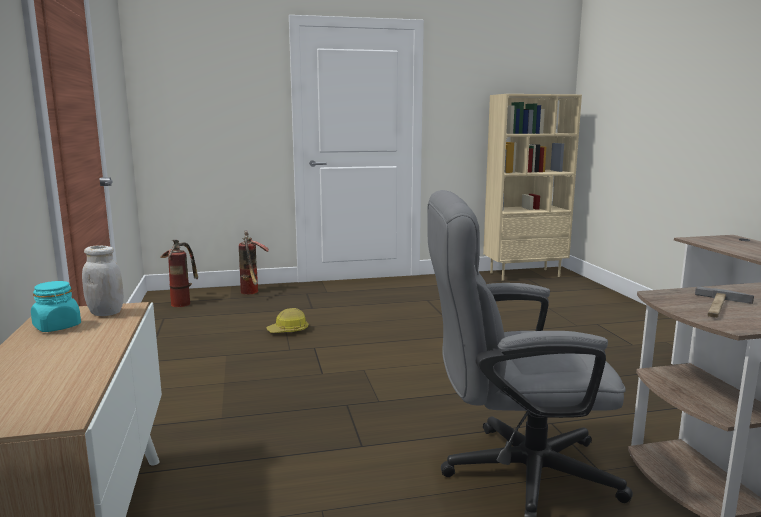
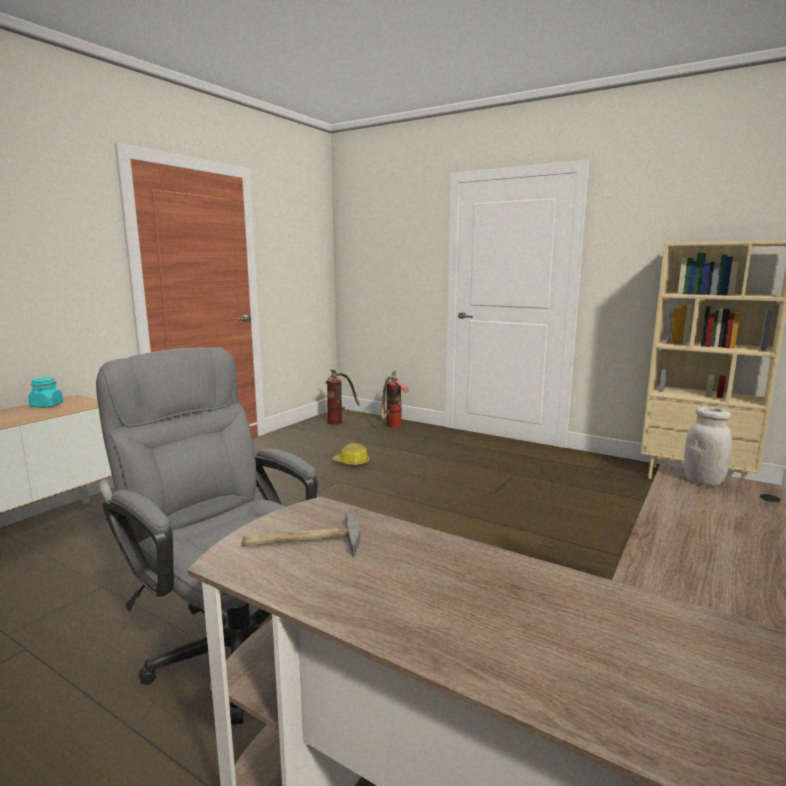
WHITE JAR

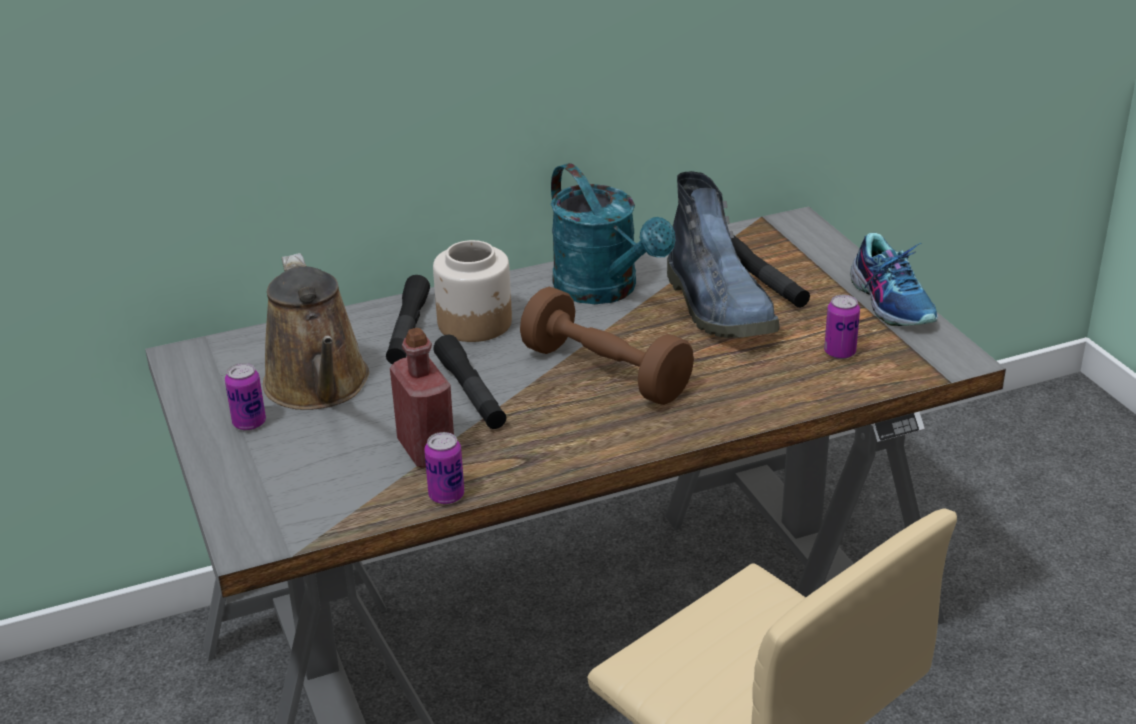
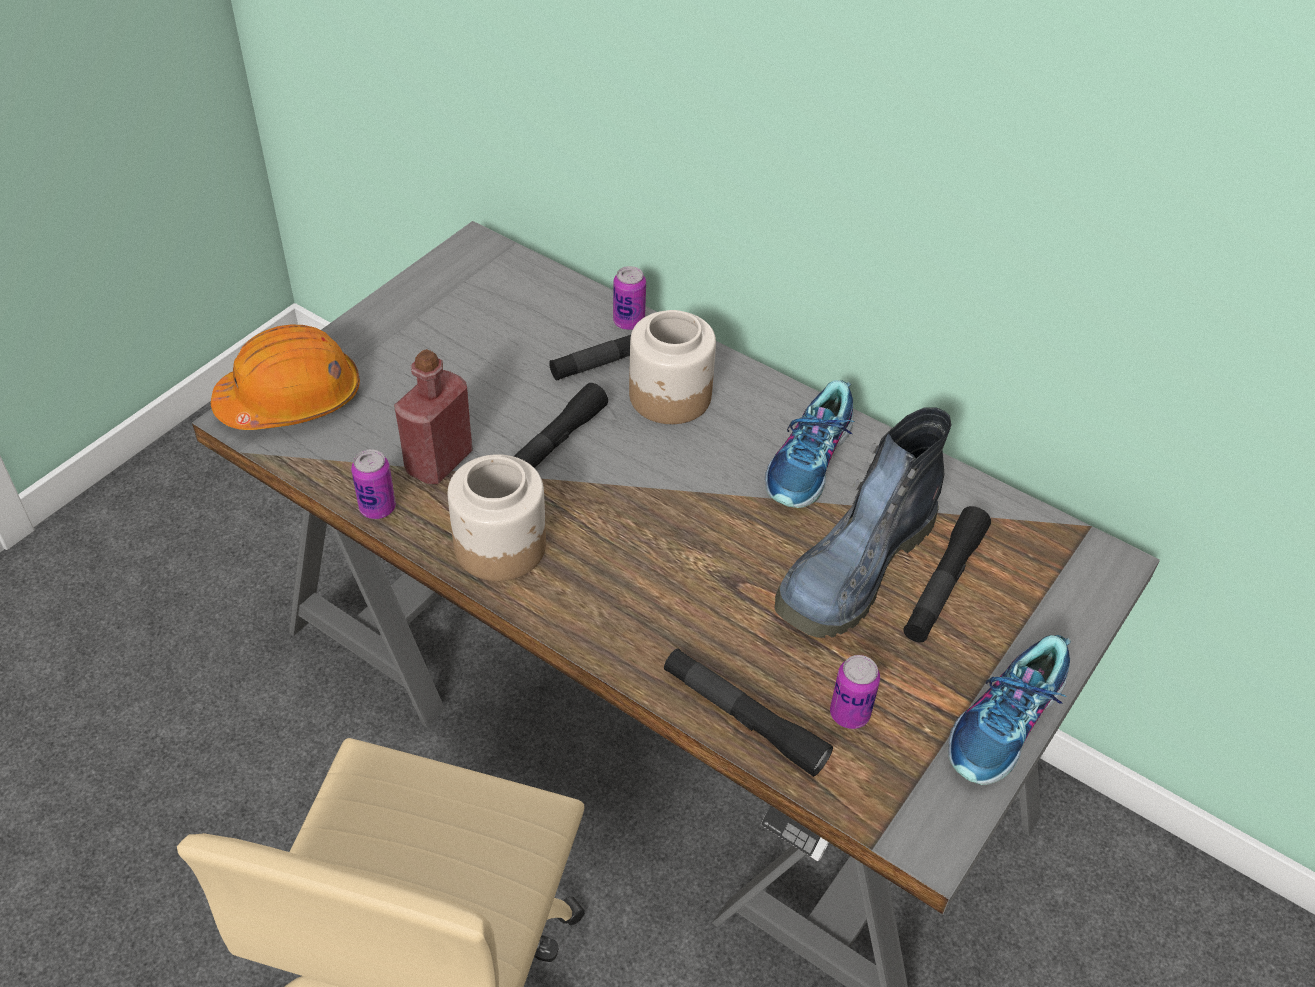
BROWN WATERING CAN; BROWN DUMBBELL; ORANGE HARD HAT; JAR (1st from left); BLACK FLASHLIGHT (3rd from left); CAN (2nd from left); SHOE (1st from left)

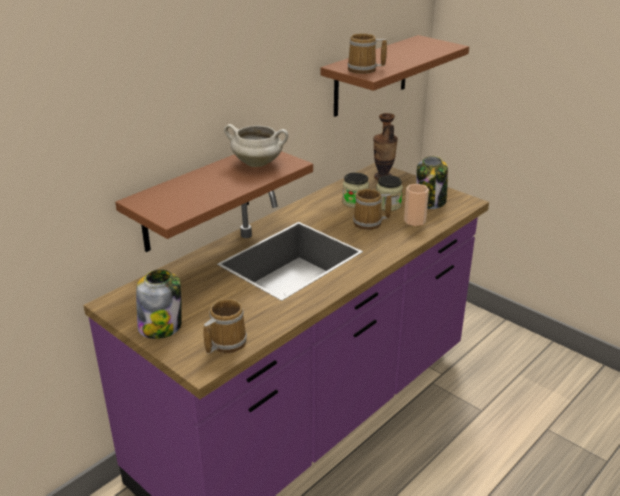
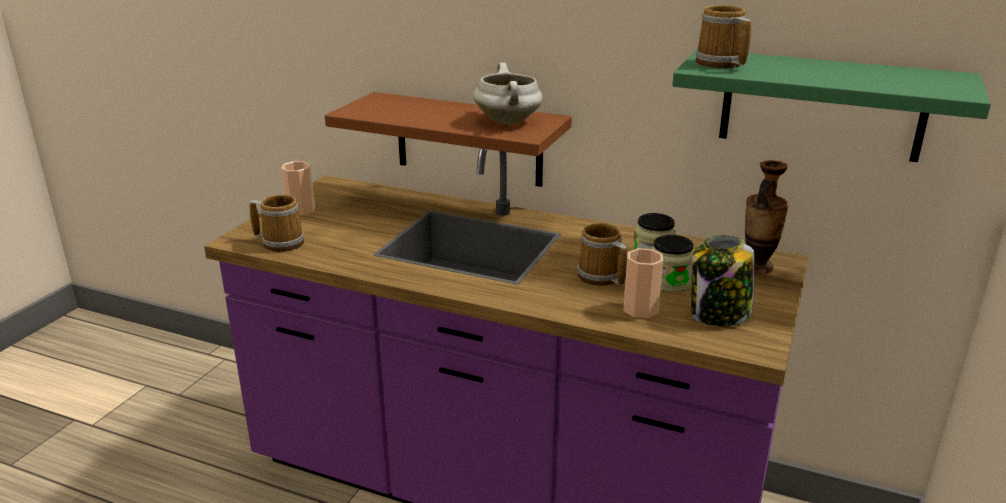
CUP (1st from left); GREEN SHELF

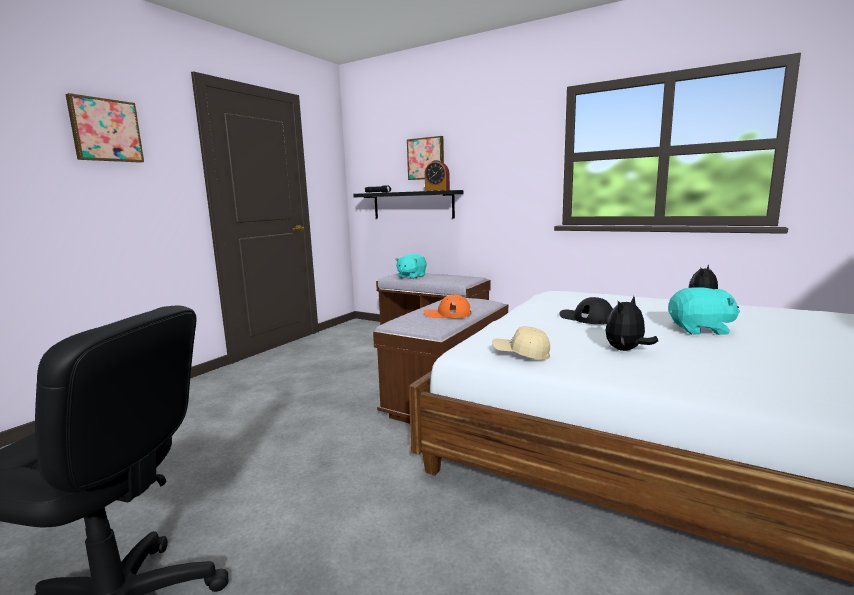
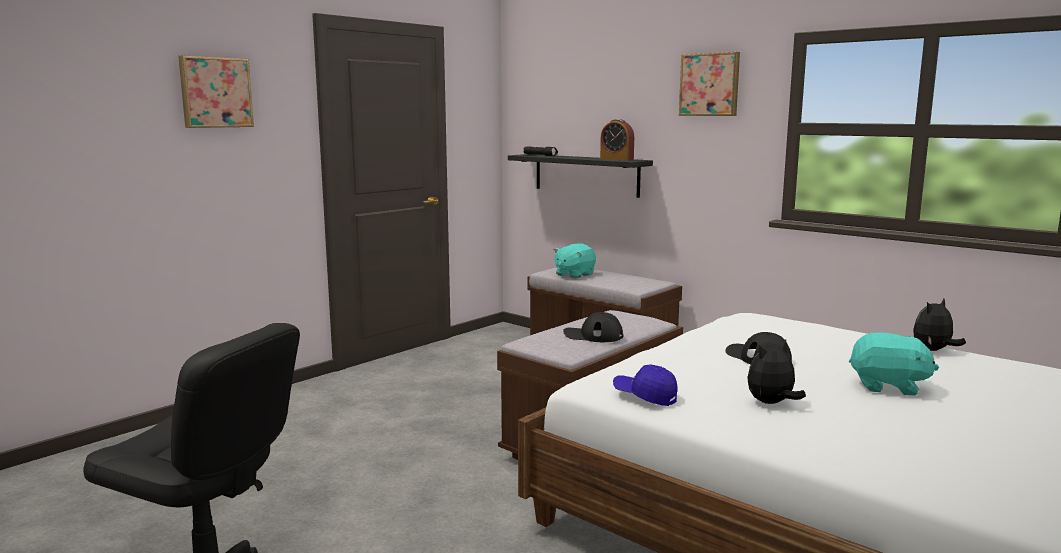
PICTURE (2nd from left); BLACK CAP (1st from left); BLUE CAP

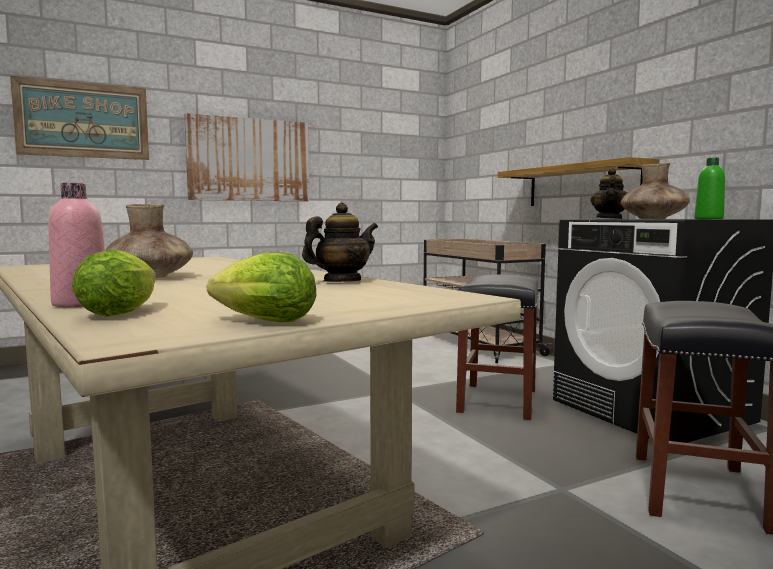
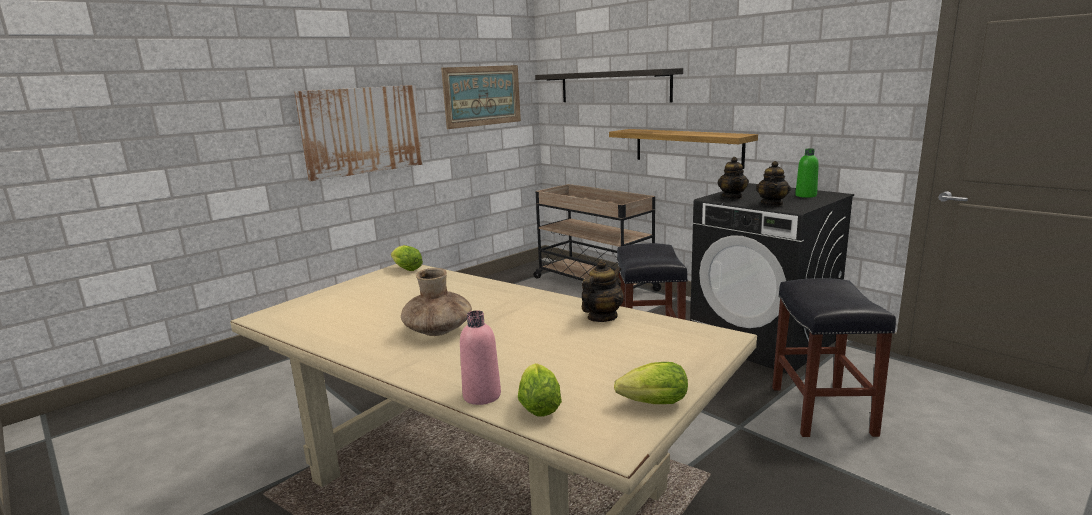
LETTUCE (1st from left); SHELF (1st from left); PICTURE (2nd from left); TEAPOT (3rd from left)

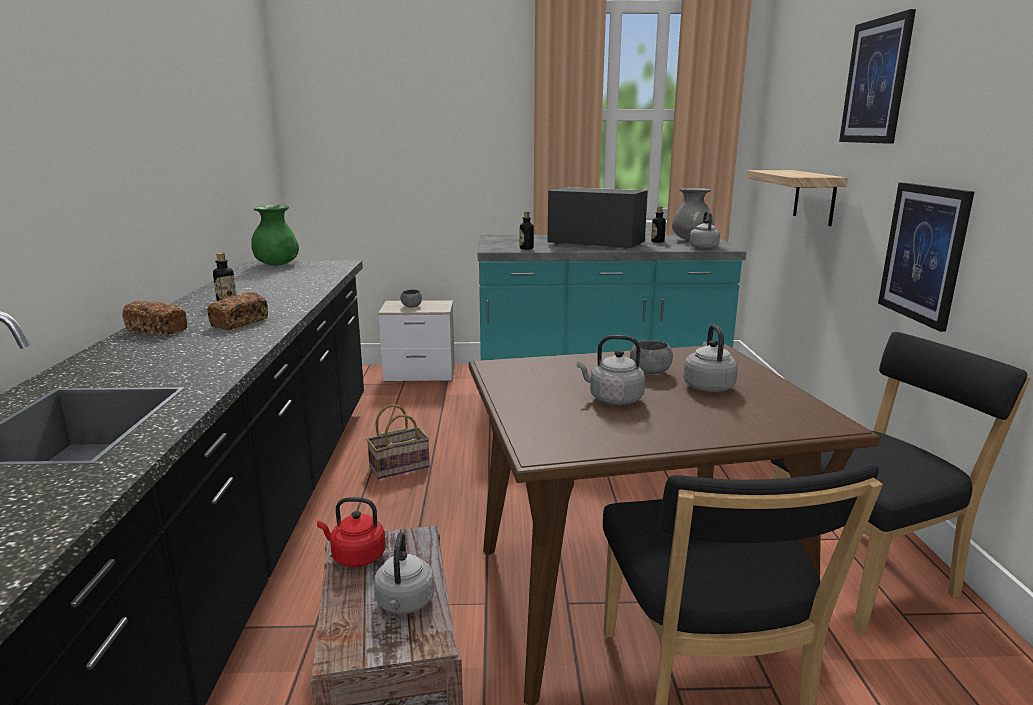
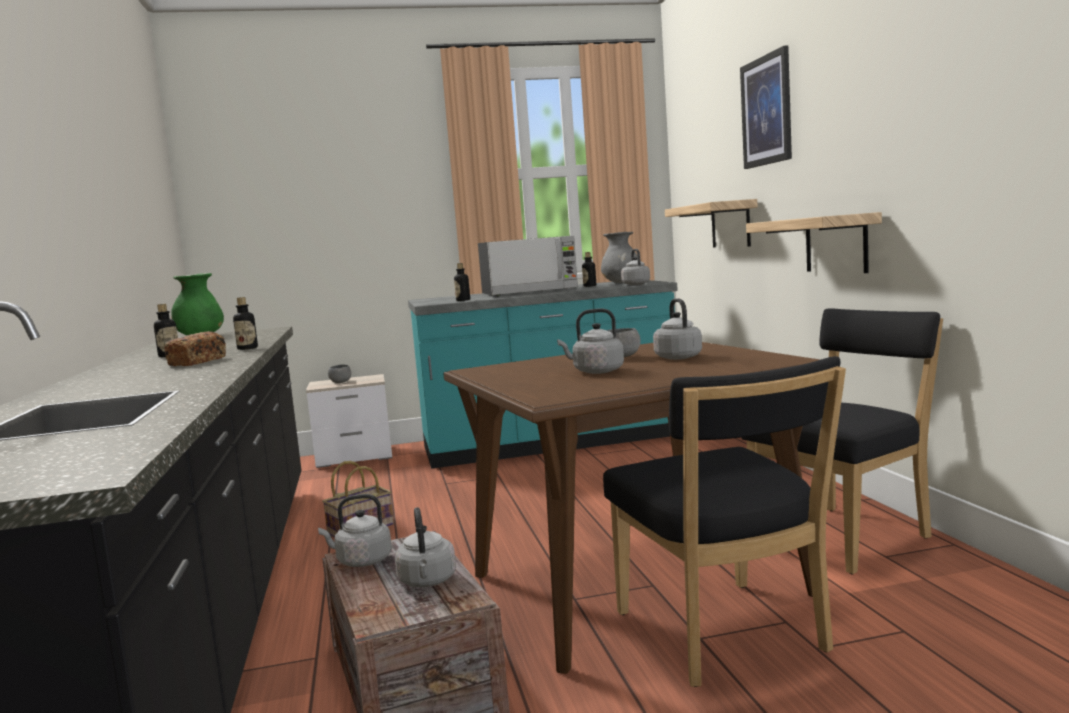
BREAD (1st from left in the first image); BOTTLE (2nd from left); SHELF (2nd from left); GREY KETTLE (1st from left); MICROWAVE

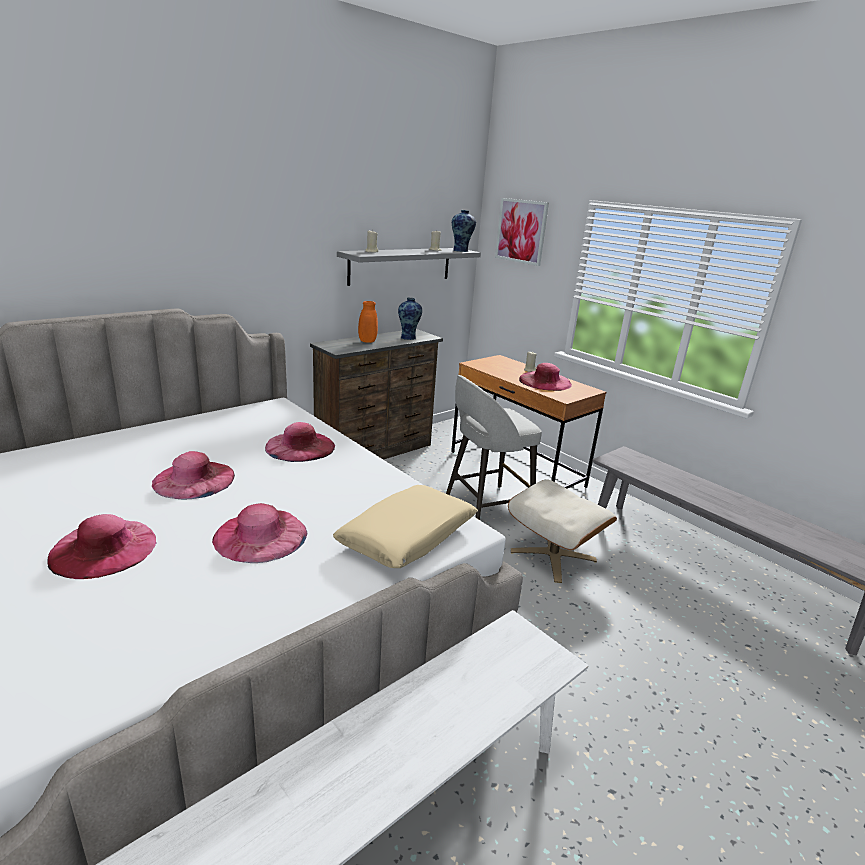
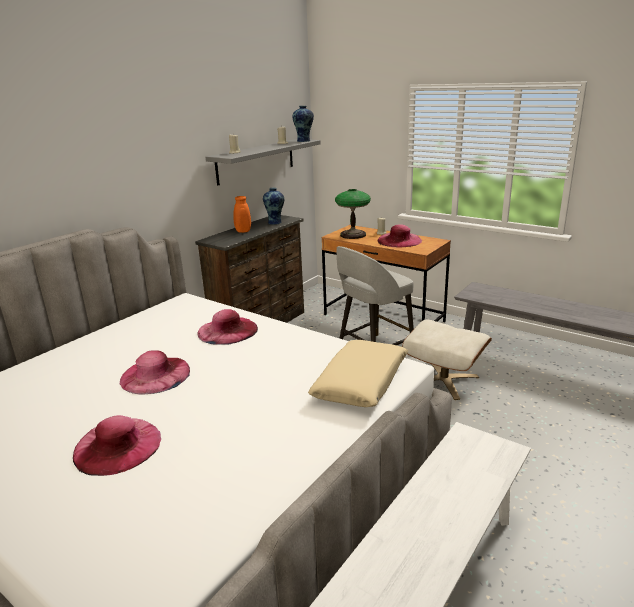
PINK HAT (3rd from left in the first image); PICTURE; TABLE LAMP

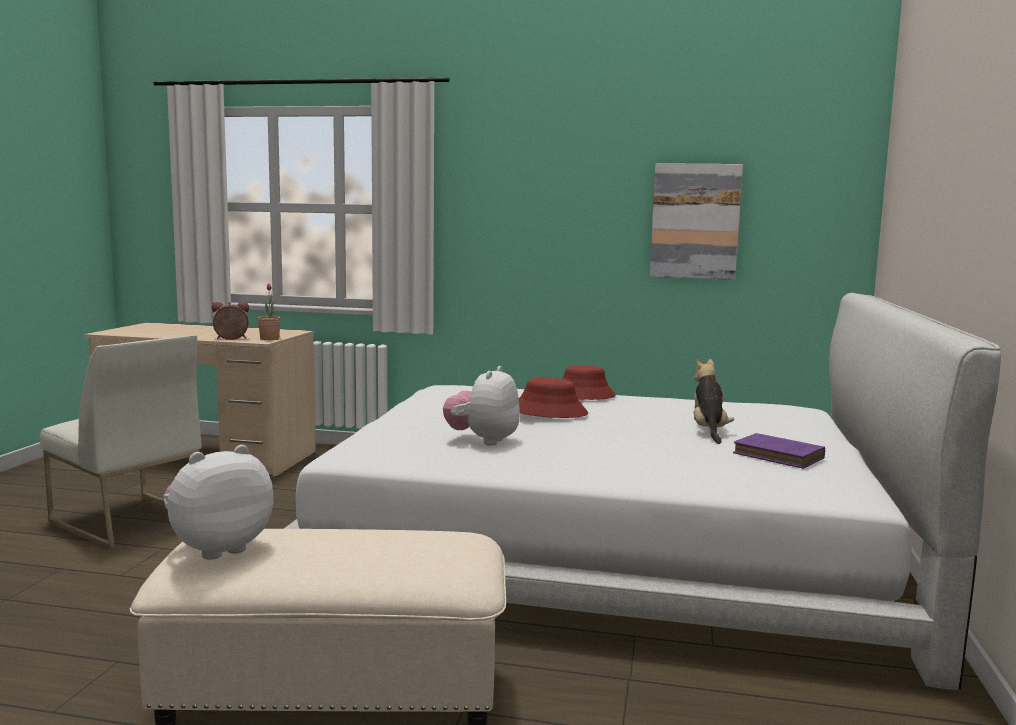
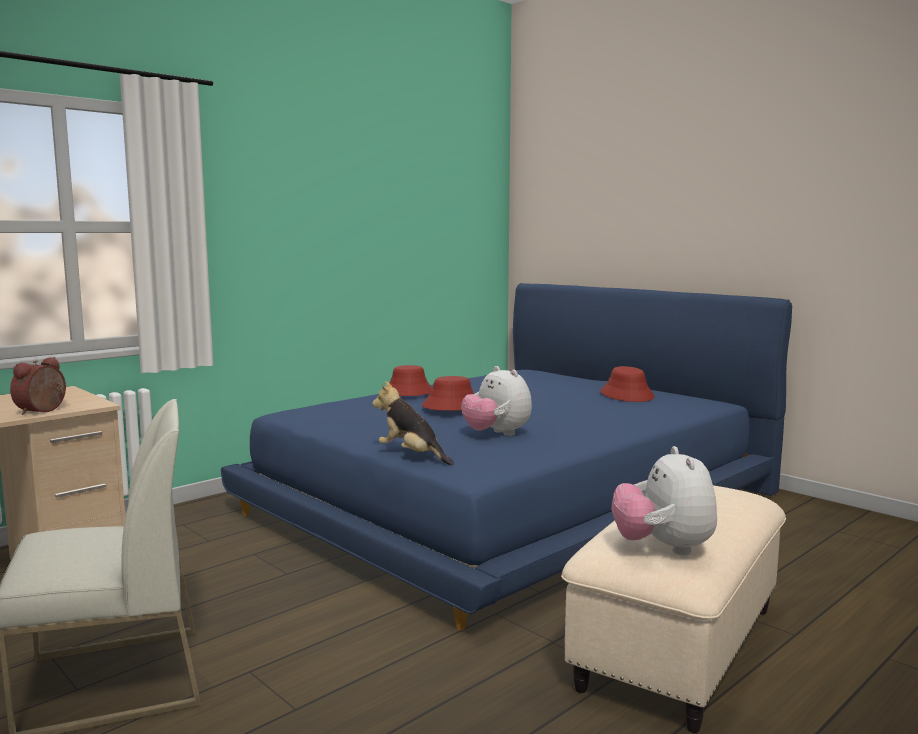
POTTED PLANT; PICTURE; PLUSH TOY (1st from left); RED HAT (3rd from left); BLUE BED

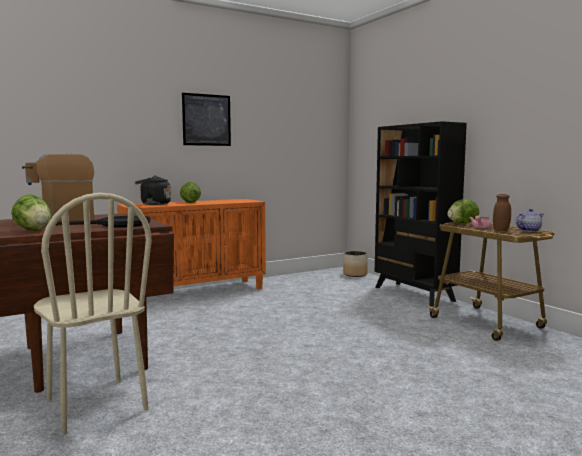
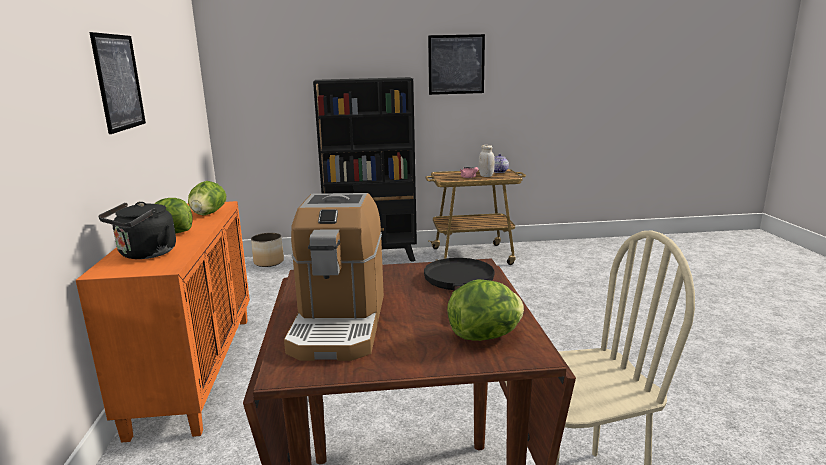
PICTURE (2nd from left); LETTUCE (2nd from left); WHITE JAR

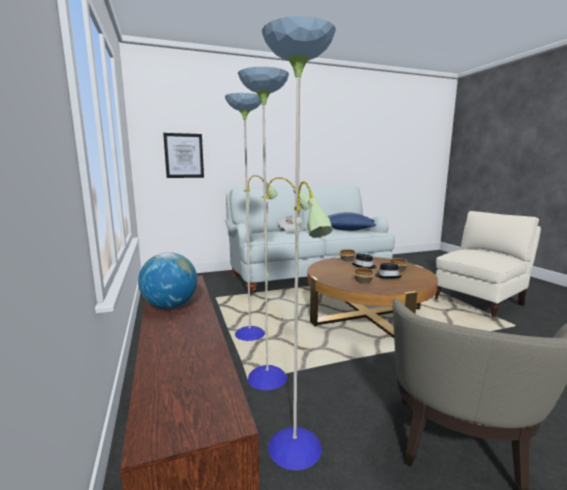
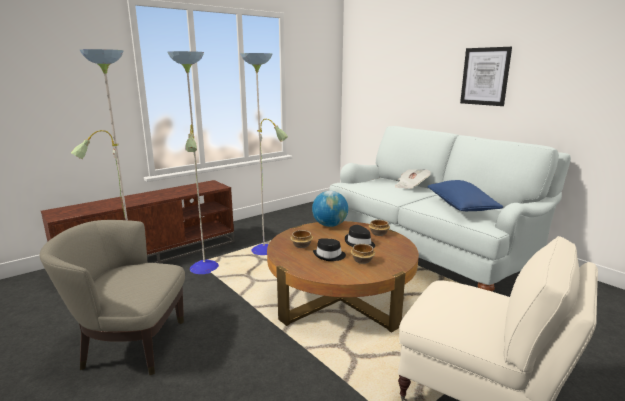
GLOBE; PICTURE

